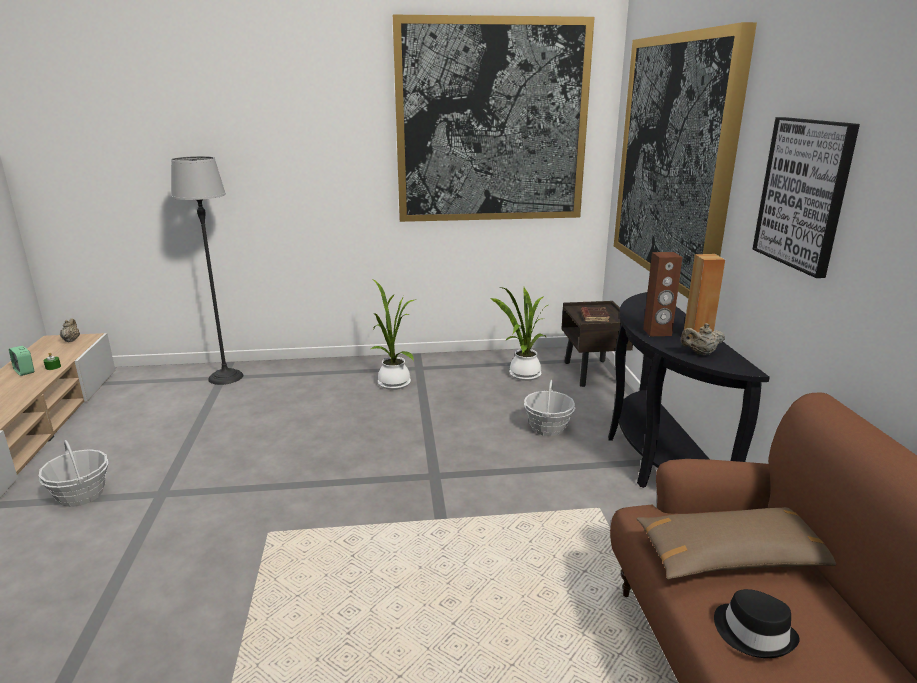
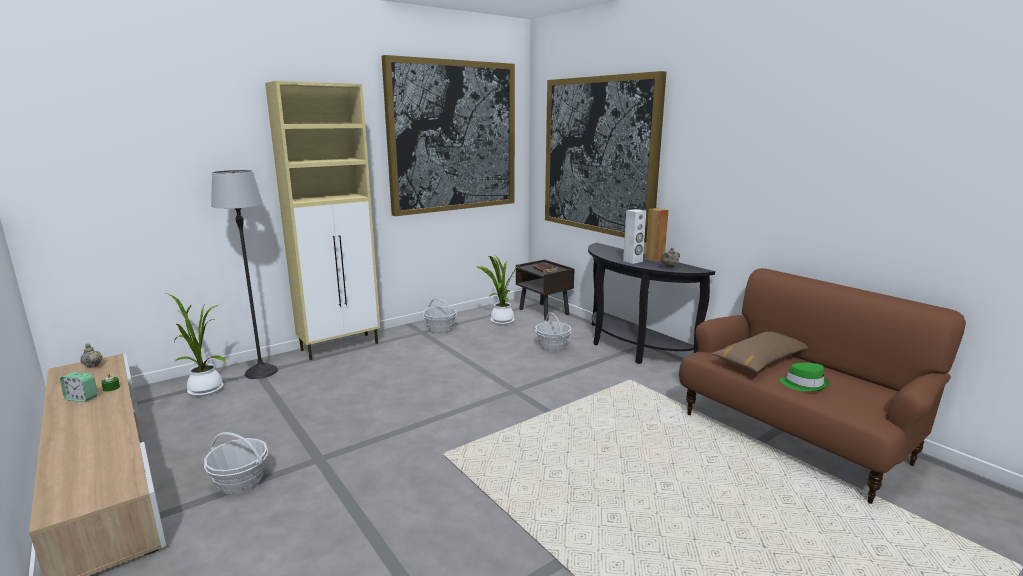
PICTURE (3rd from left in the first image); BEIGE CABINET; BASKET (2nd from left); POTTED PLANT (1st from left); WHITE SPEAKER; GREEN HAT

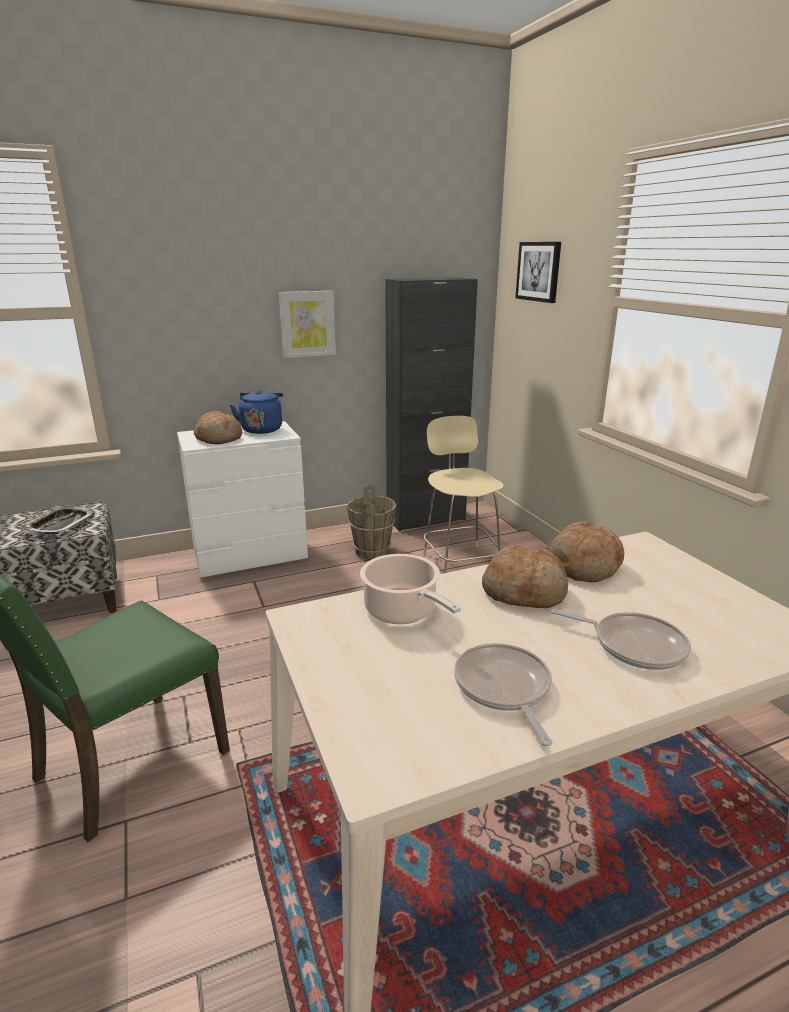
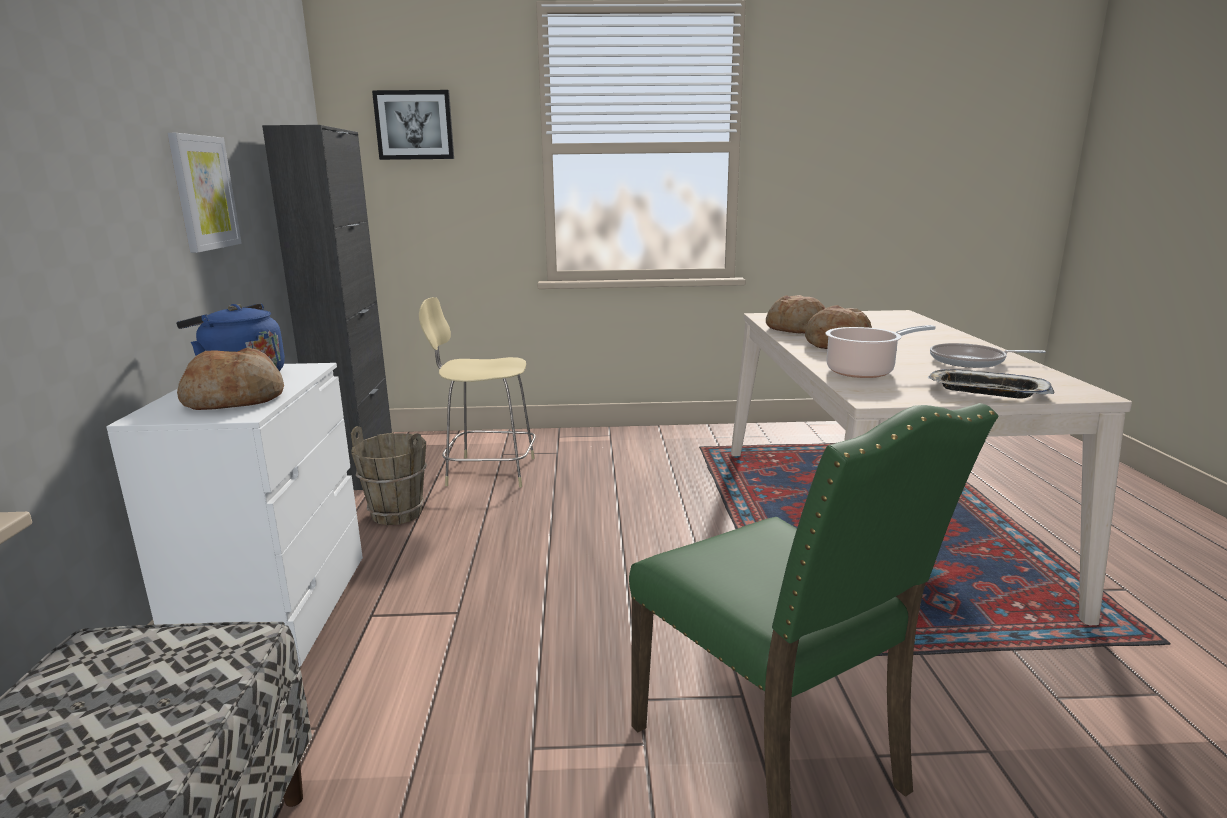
FRYING PAN (2nd from left in the first image); TRAY

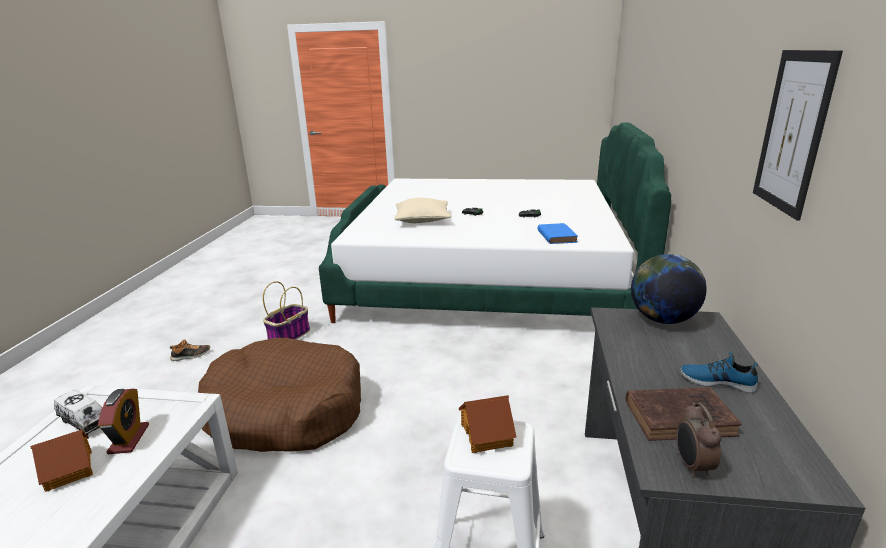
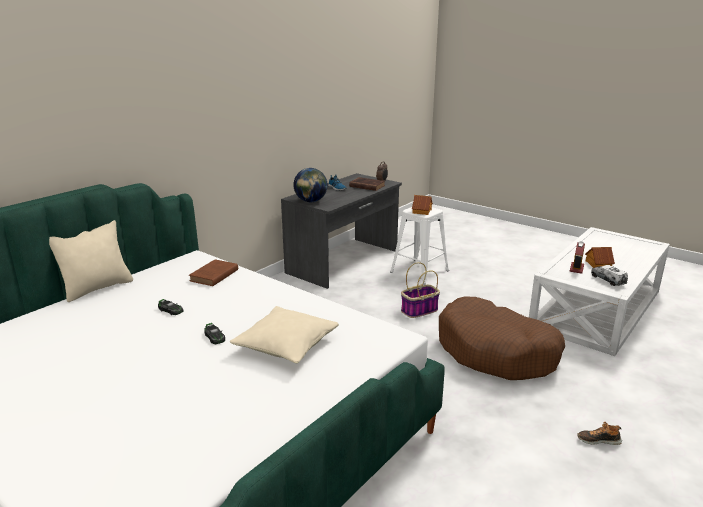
PICTURE; BEIGE PILLOW (1st from left); BASKET; BROWN BOOK (1st from left)

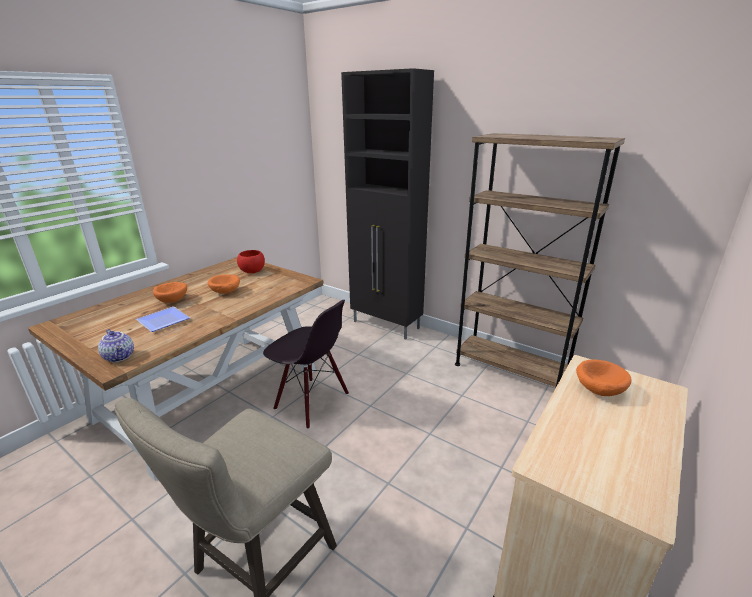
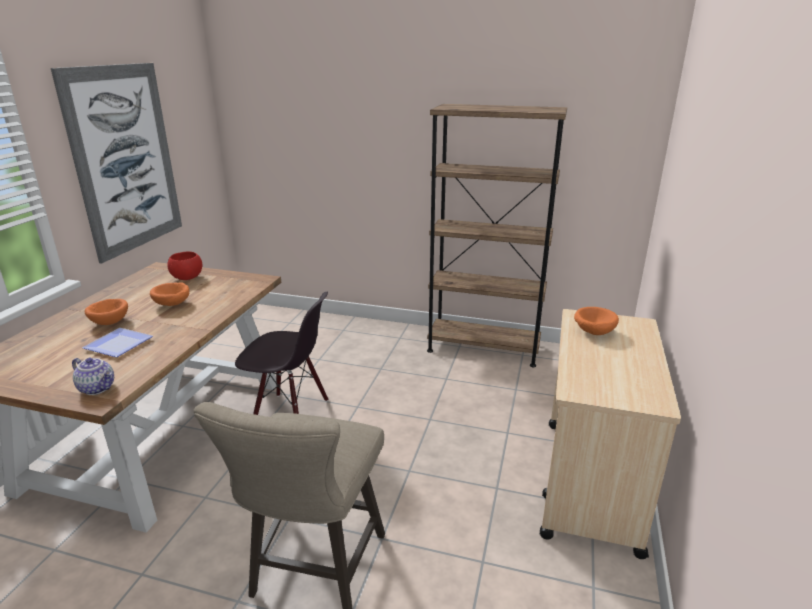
BLACK CABINET; PICTURE

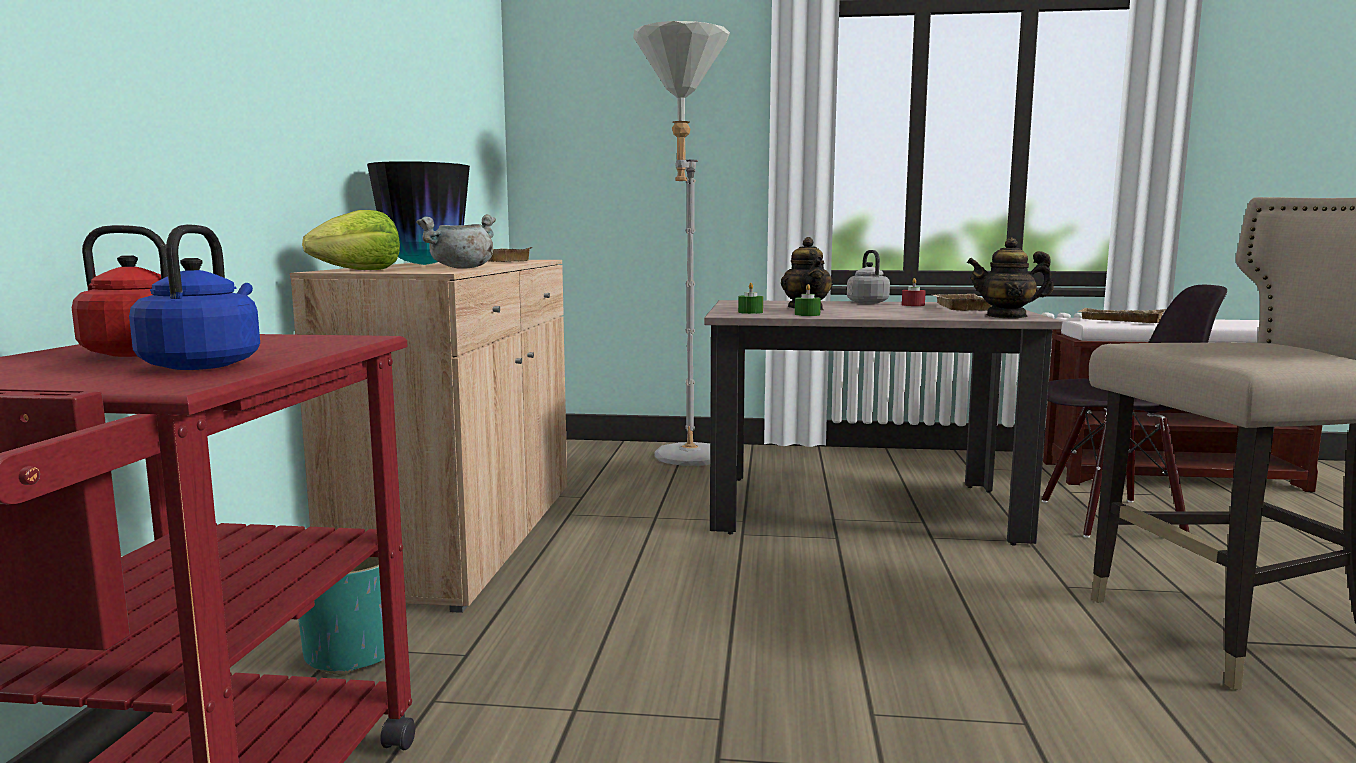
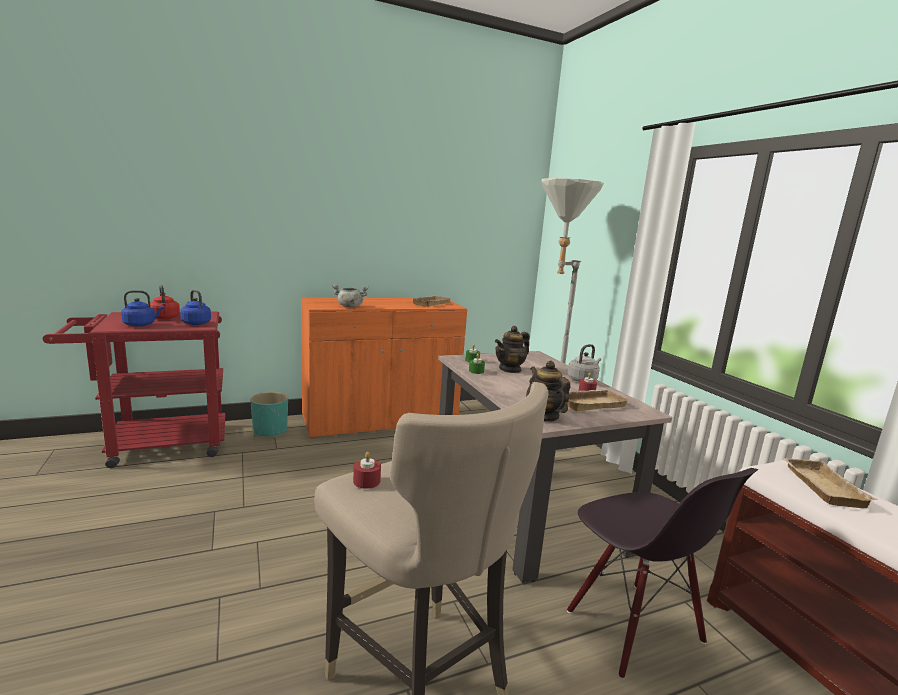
LETTUCE; VASE; BLUE KETTLE (2nd from left); RED CANDLE (1st from left); ORANGE CABINET

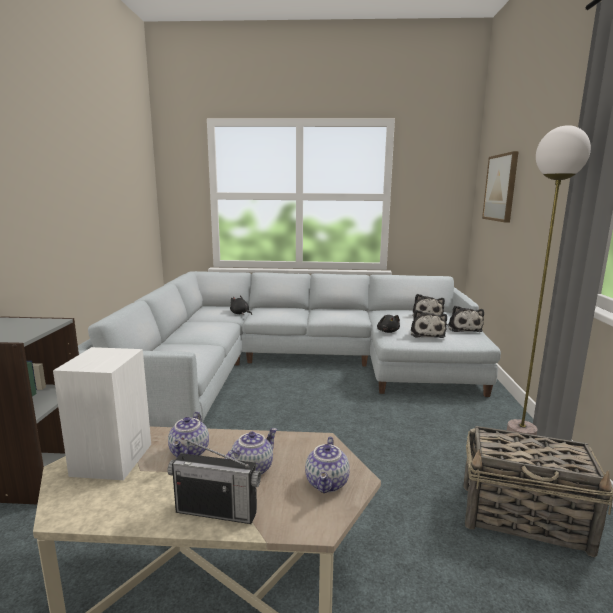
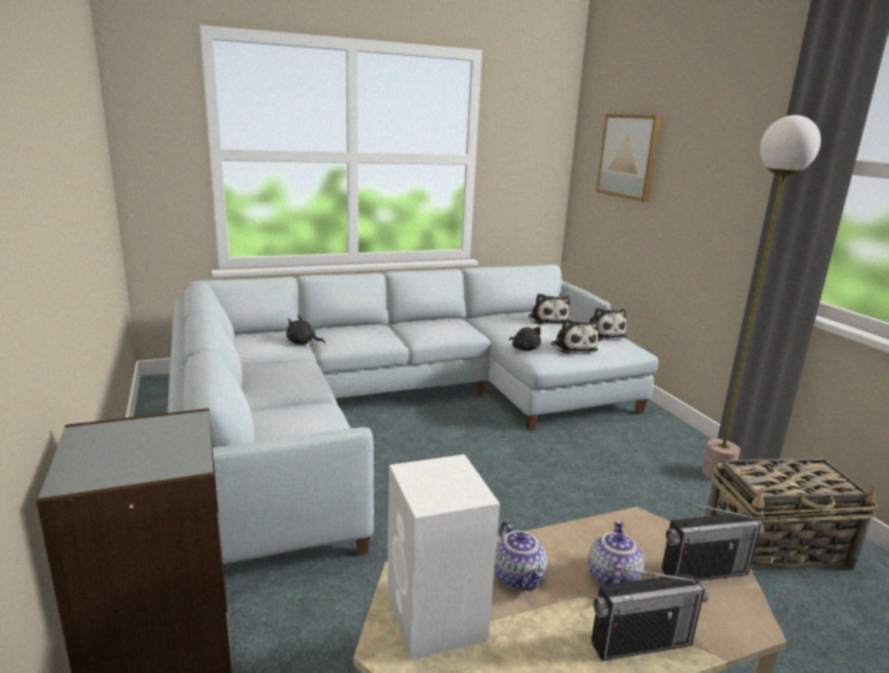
RADIO (2nd from left)

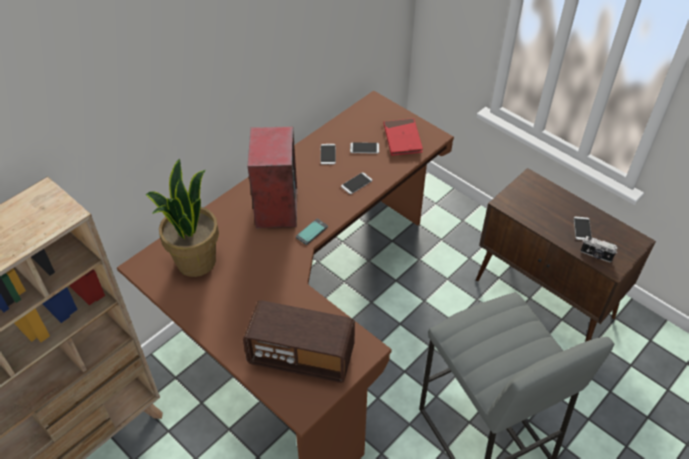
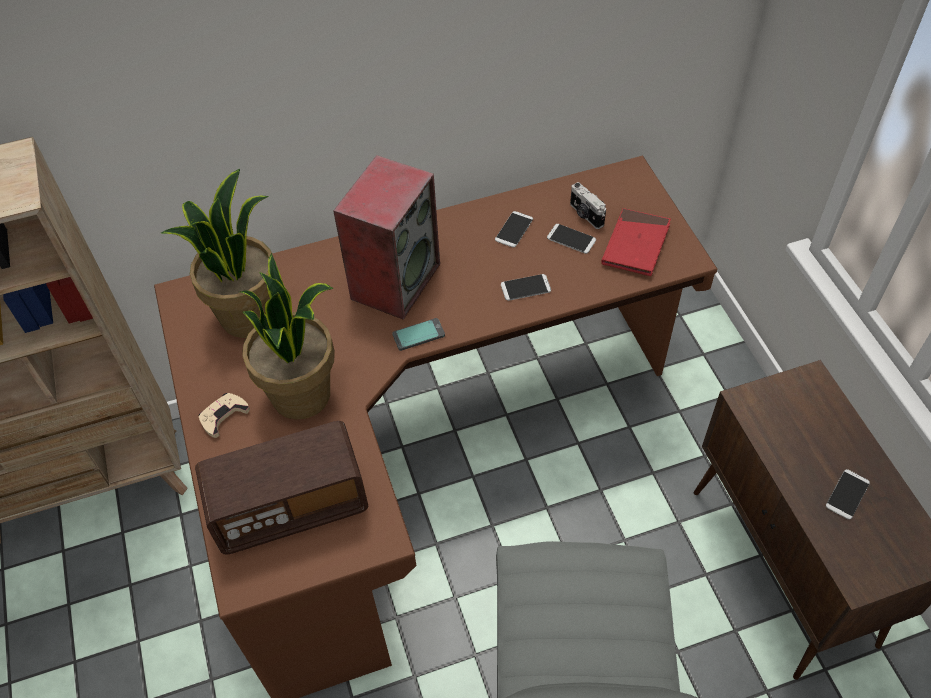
BEIGE GAME CONTROLLER; POTTED PLANT (2nd from left); PHOTO CAMERA; RADIO

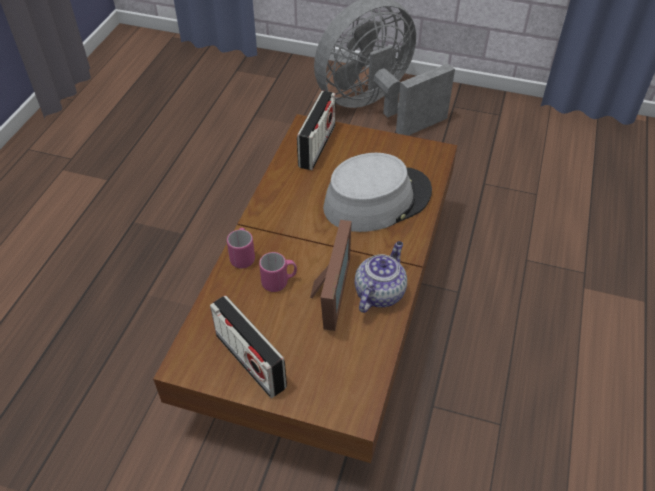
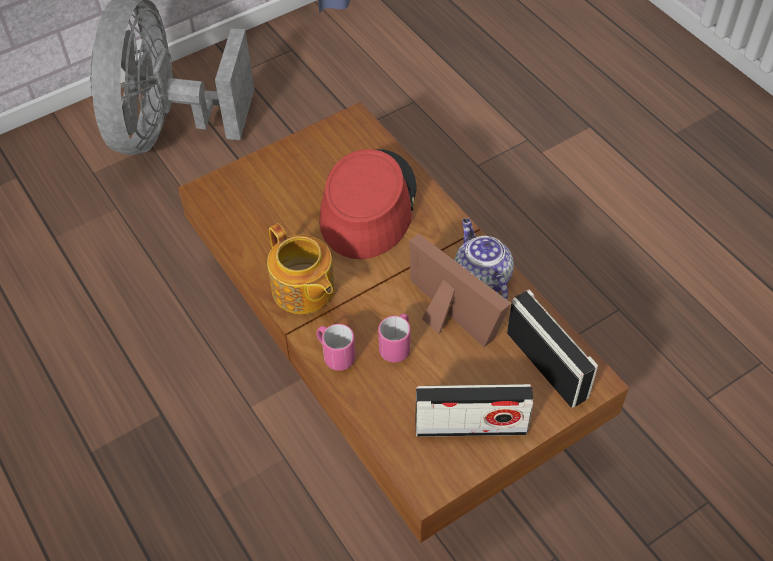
TEAPOT (1st from left); RADIO (2nd from left); RED HAT

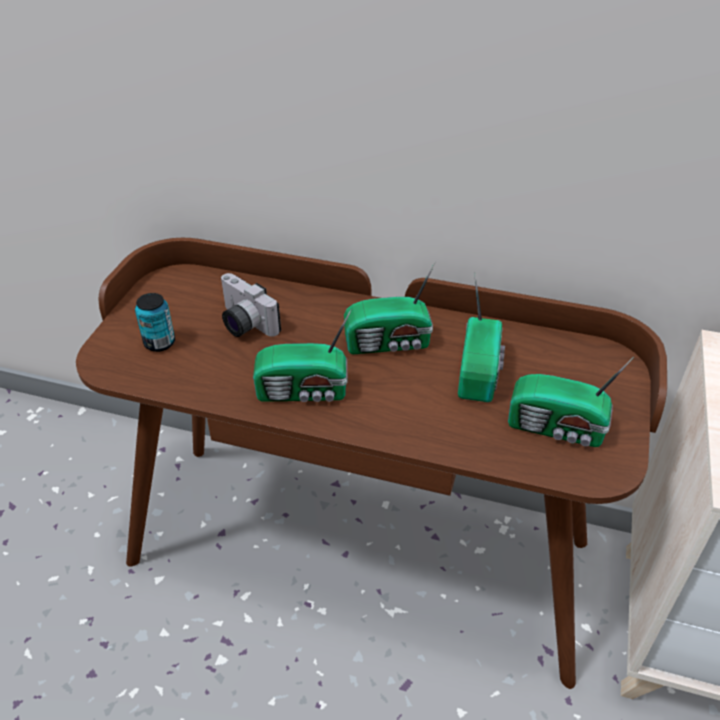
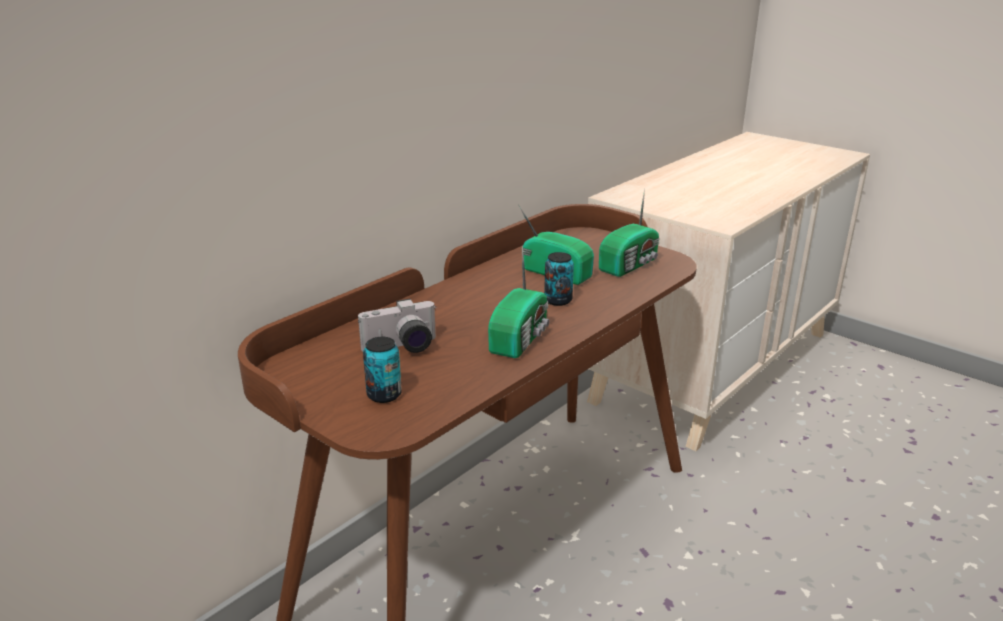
RADIO (2nd from left in the first image); CAN (2nd from left)

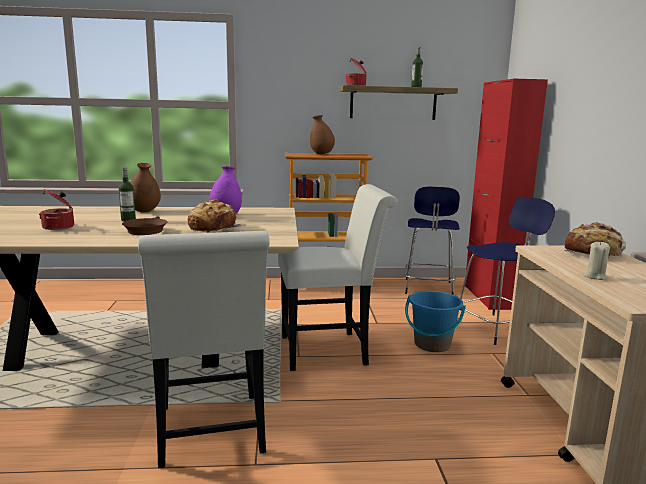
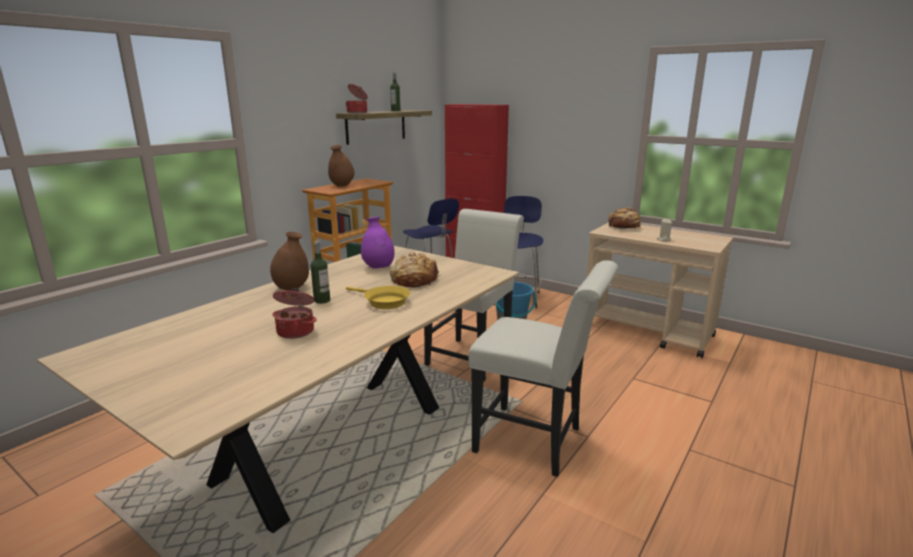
YELLOW FRYING PAN

